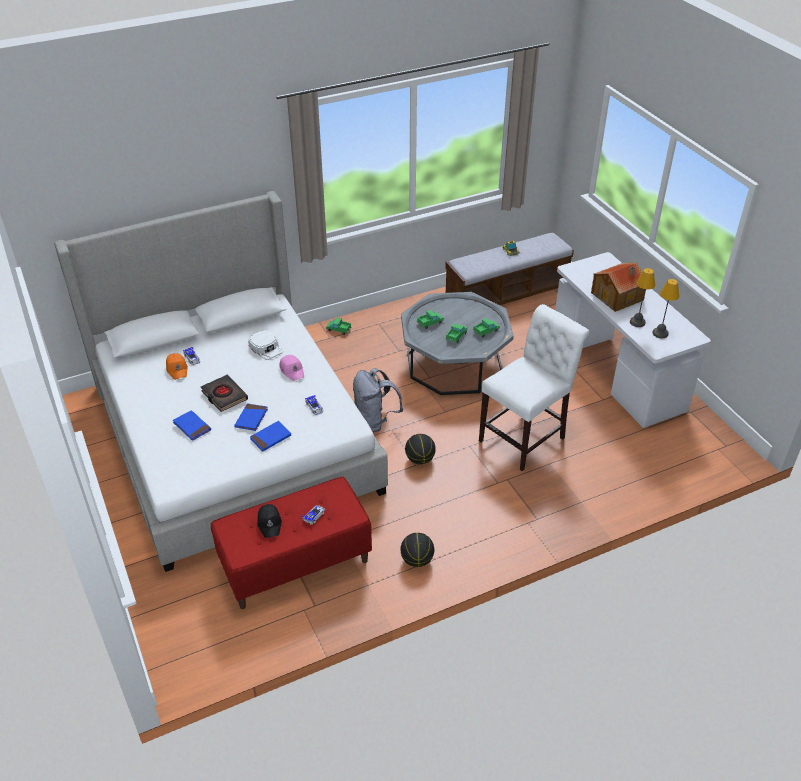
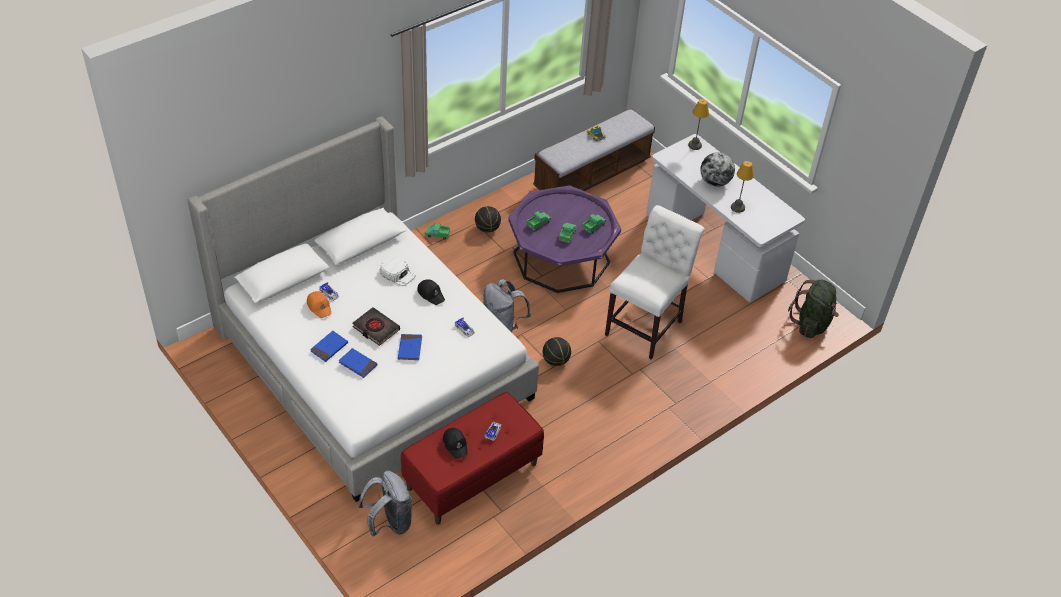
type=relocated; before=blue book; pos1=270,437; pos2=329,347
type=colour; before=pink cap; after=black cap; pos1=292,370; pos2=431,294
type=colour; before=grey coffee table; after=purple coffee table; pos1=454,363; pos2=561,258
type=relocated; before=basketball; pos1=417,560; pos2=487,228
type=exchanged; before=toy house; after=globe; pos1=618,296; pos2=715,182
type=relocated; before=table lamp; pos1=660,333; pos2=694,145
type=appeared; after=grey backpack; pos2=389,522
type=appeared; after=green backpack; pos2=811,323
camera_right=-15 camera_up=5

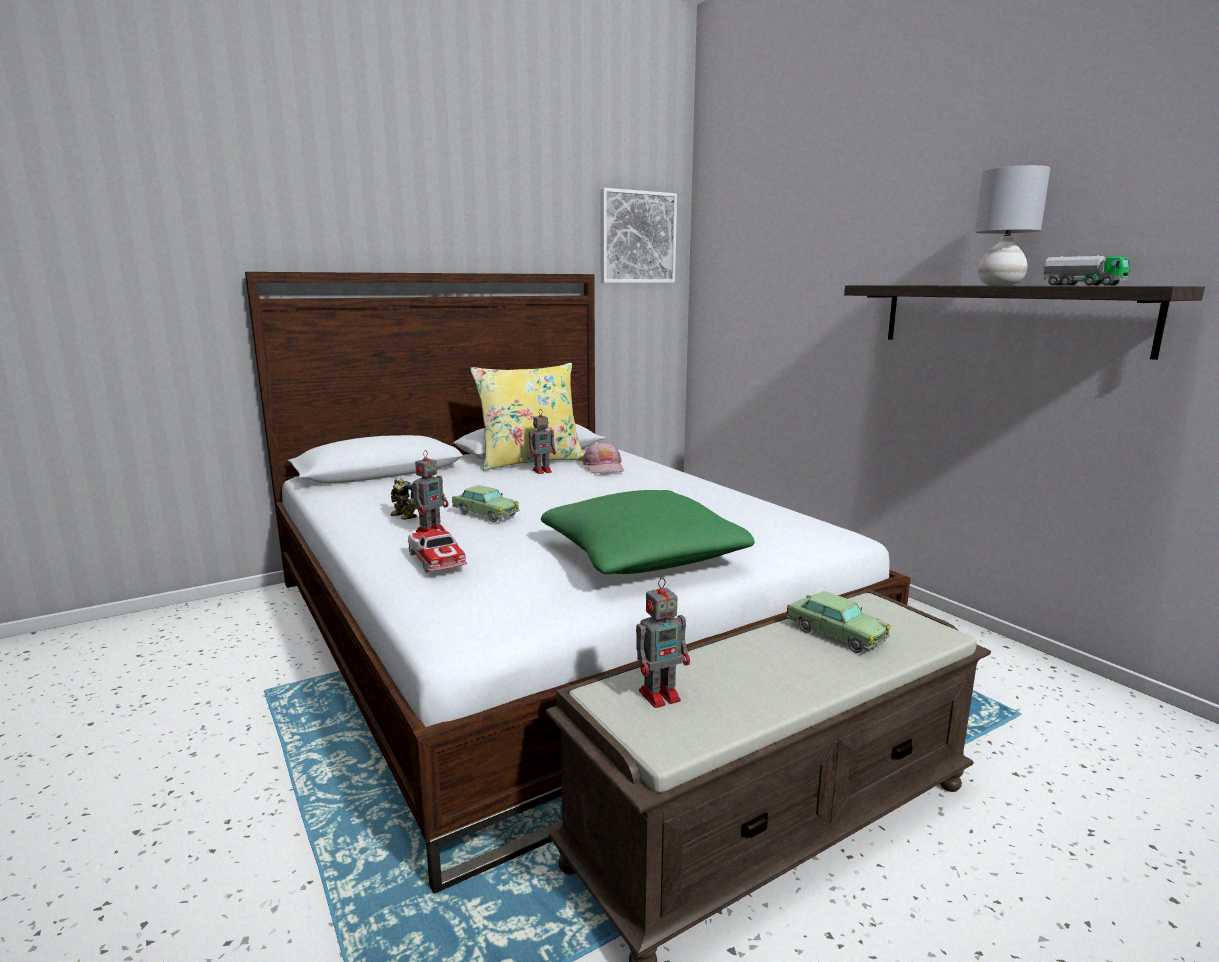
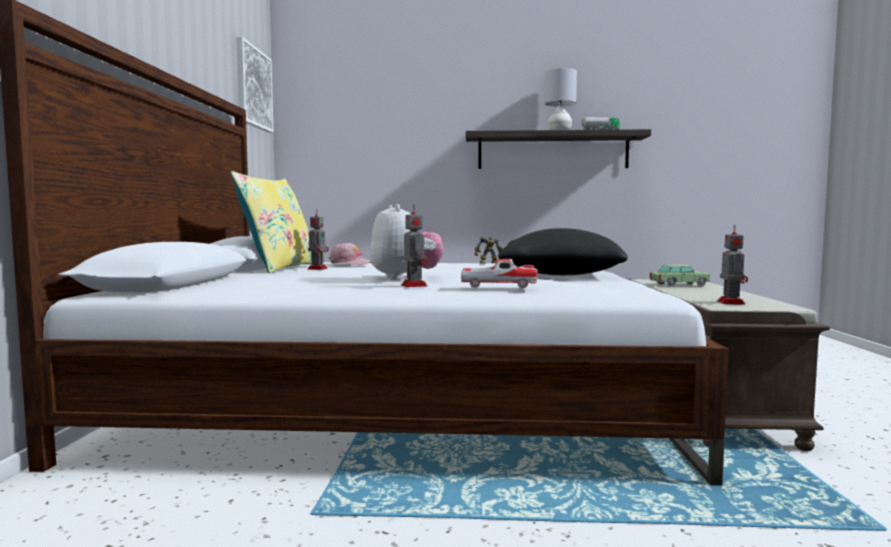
type=relocated; before=toy robot; pos1=402,517; pos2=489,263
type=exchanged; before=toy car; after=plush toy; pos1=485,514; pos2=404,277
type=colour; before=green pillow; after=black pillow; pos1=642,557; pos2=560,274
camera_right=-55 camera_up=-10

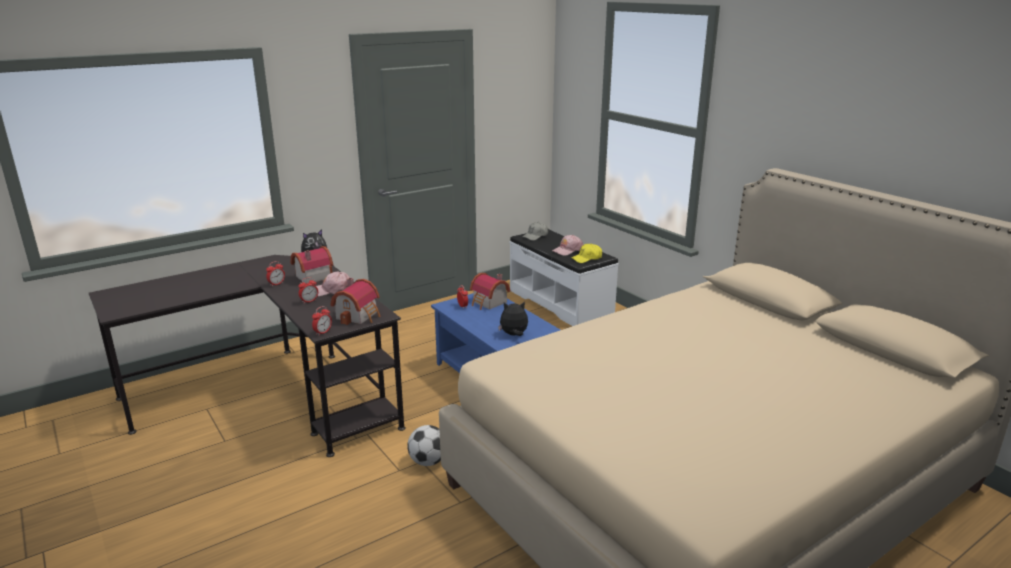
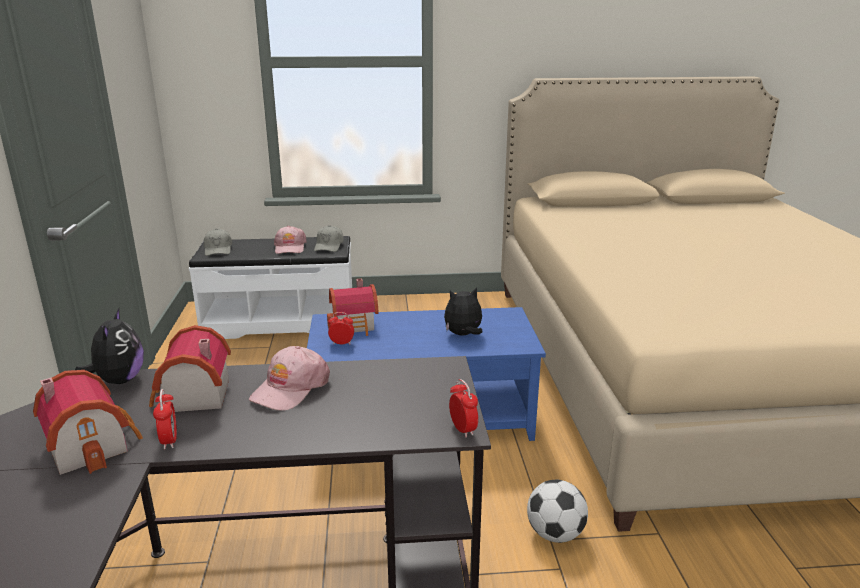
type=missing; before=alarm clock; pos1=309,301
type=relocated; before=toy house; pos1=359,315; pos2=93,444
type=spun; before=plush toy; pos1=514,335; pos2=463,335; turn=45
type=colour; before=yellow cap; after=grey cap; pos1=587,258; pos2=329,246
camera_right=-60 camera_up=0

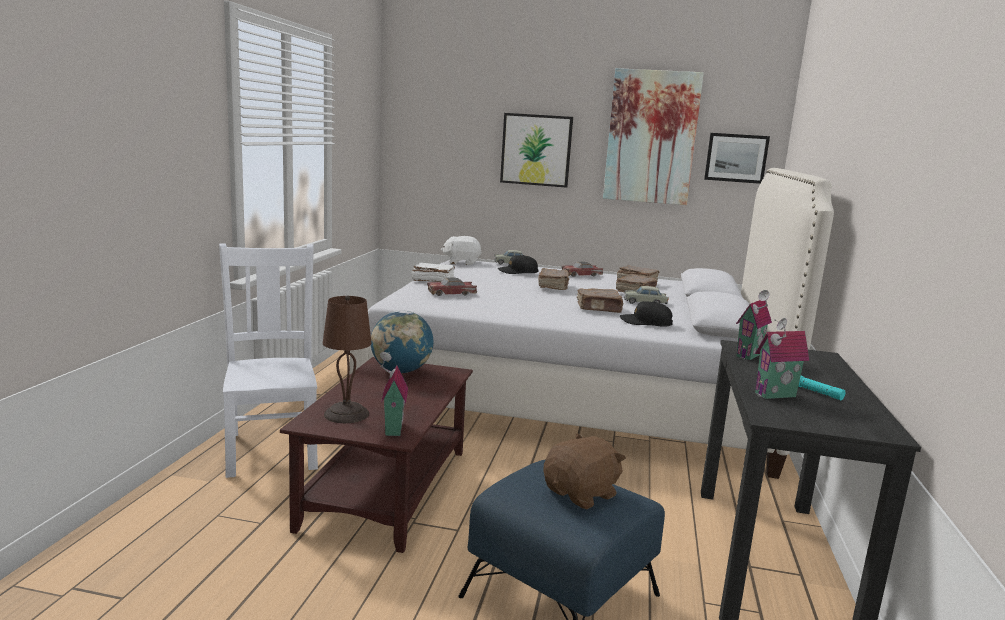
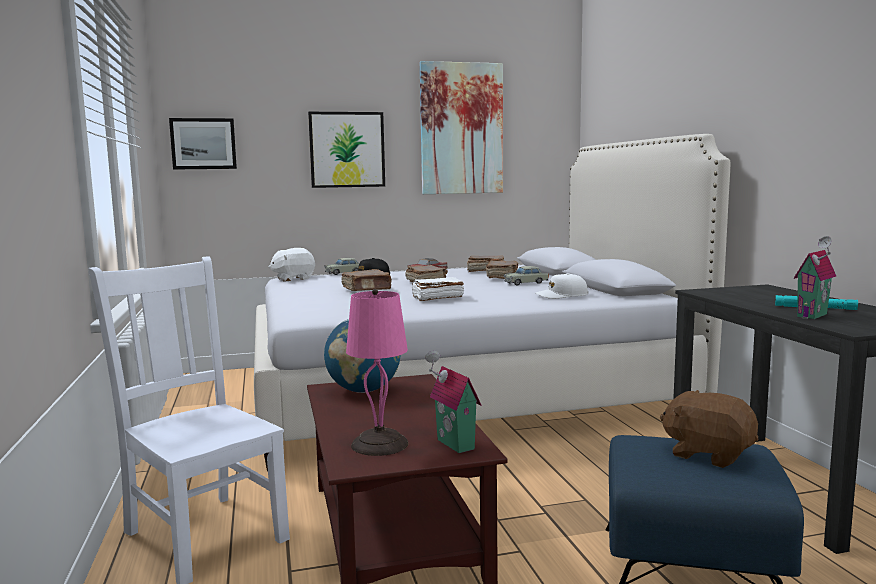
type=colour; before=brown table lamp; after=pink table lamp; pos1=347,414; pos2=380,443
type=relocated; before=white book; pos1=432,280; pos2=437,298
type=missing; before=toy car; pos1=451,293
type=spun; before=brown plush toy; pos1=581,494; pos2=708,454; turn=-75
type=relocated; before=brown book; pos1=599,309; pos2=367,289
type=colour; before=black cap; after=white cap; pos1=646,322; pos2=561,296
type=relocated; before=picture; pos1=736,158; pos2=203,144
type=missing; before=toy house; pos1=751,356
camera_right=-25 camera_up=-5

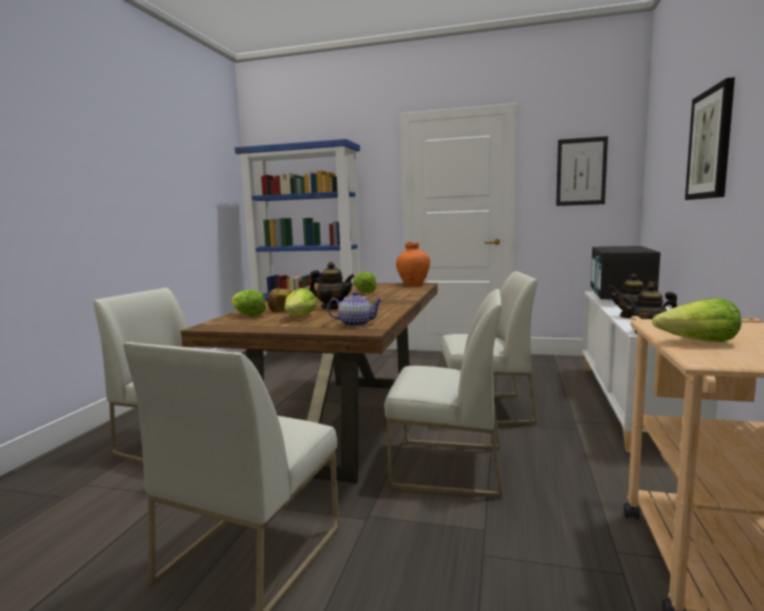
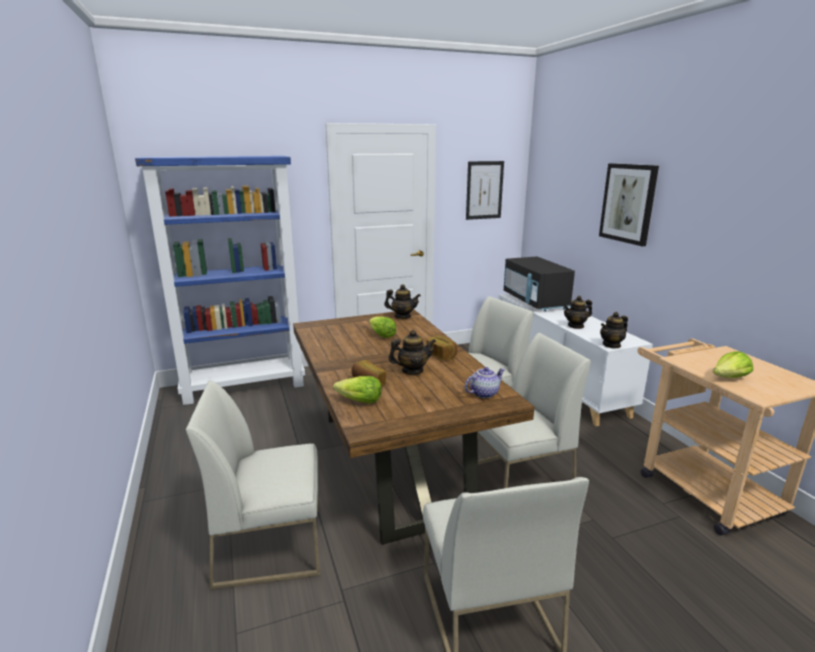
type=missing; before=lettuce; pos1=300,317
type=exchanged; before=orange vase; after=teapot; pos1=413,285; pos2=402,316
type=appeared; after=bread; pos2=442,355
camera_right=-35 camera_up=10

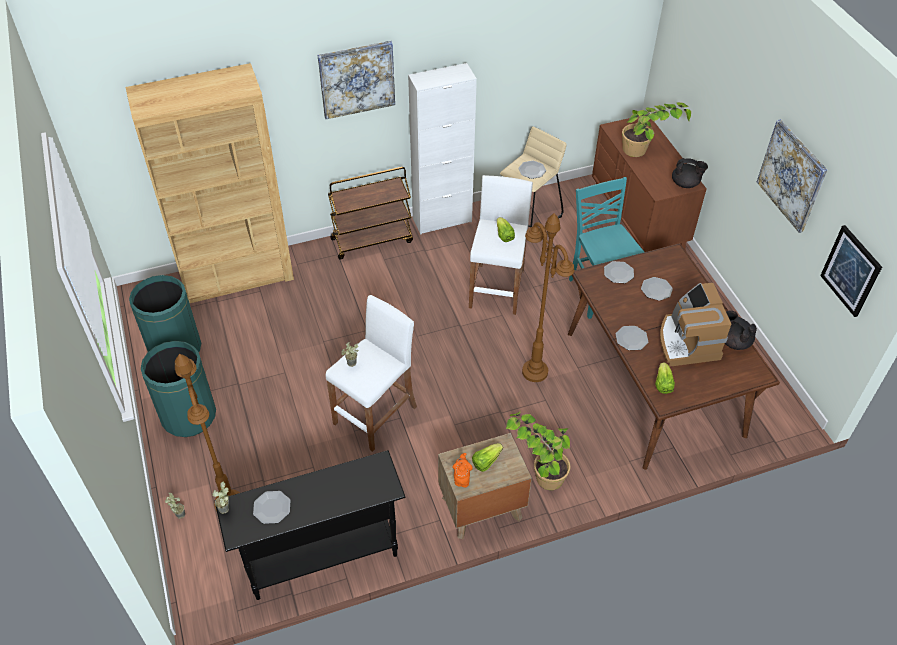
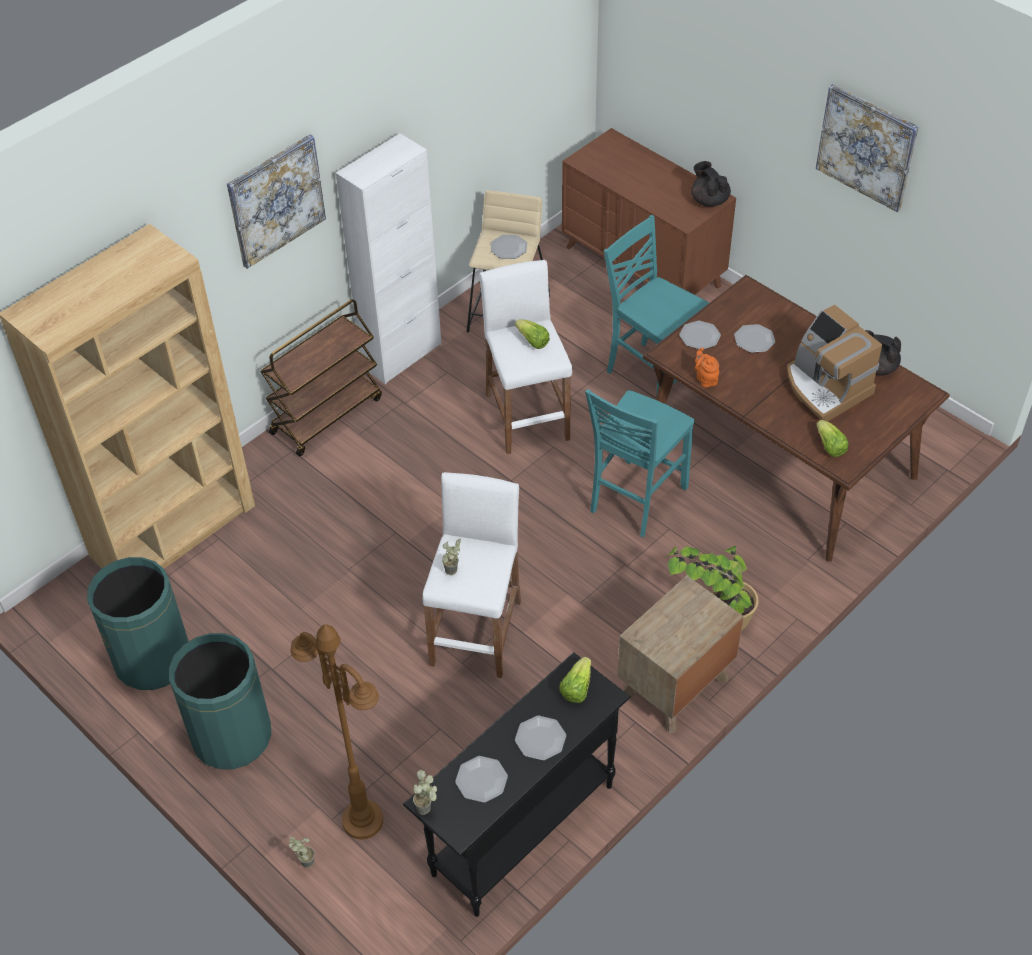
type=relocated; before=orange teapot; pos1=462,478; pos2=705,379
type=relocated; before=lettuce; pos1=486,461; pos2=576,688
type=exchanged; before=brown floor lamp; after=turquoise chair; pos1=534,371; pos2=635,500
type=relocated; before=plate; pos1=631,338; pos2=540,739
type=missing; before=potted plant; pos1=646,152
type=spun; before=black teapot; pos1=685,183; pos2=709,200; turn=-105
type=missing; before=picture; pos1=851,271
camera_right=-25 camera_up=0

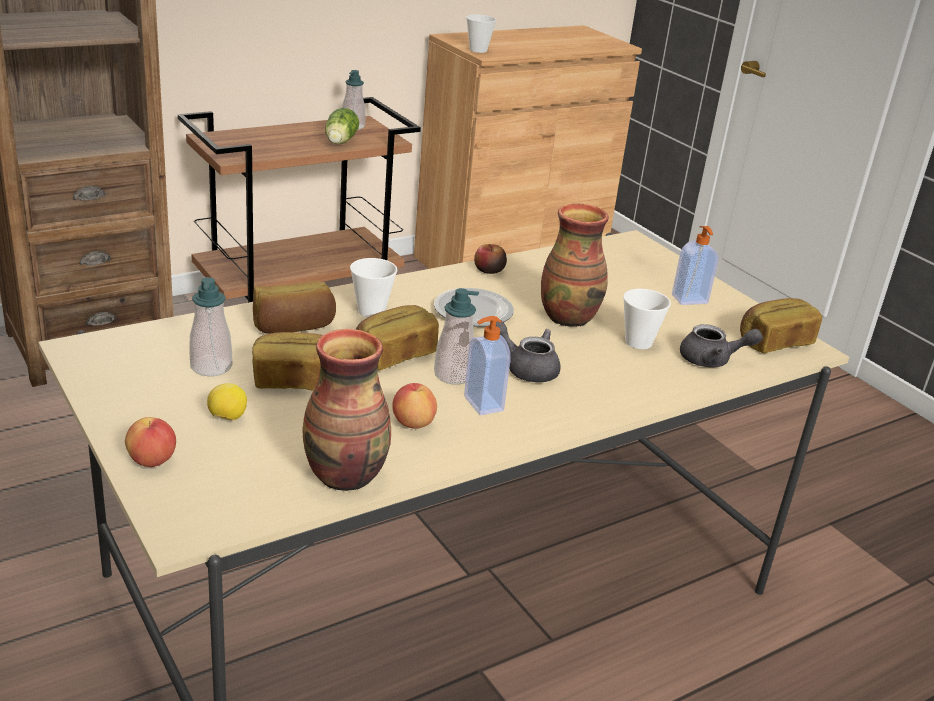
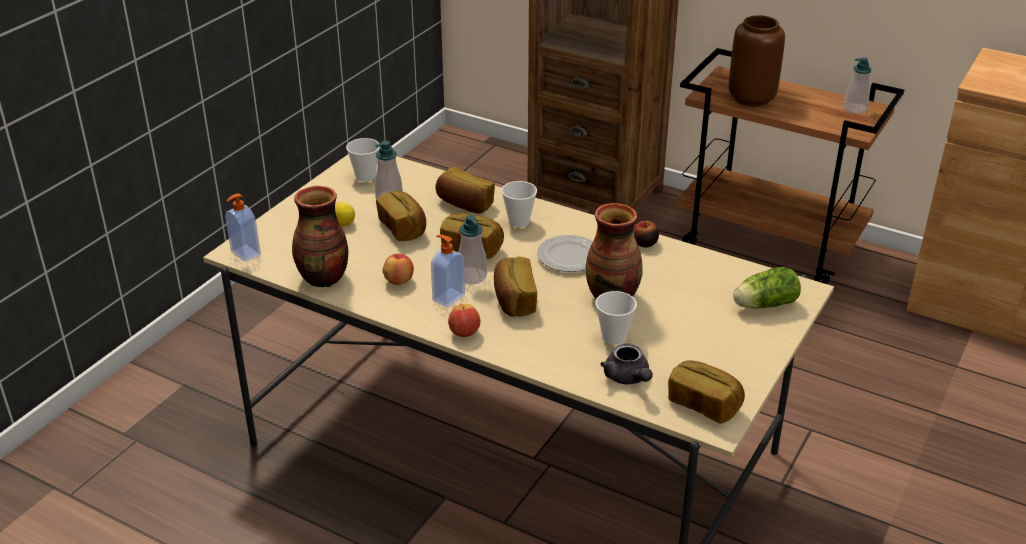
type=relocated; before=apple; pos1=152,461; pos2=464,333
type=relocated; before=lettuce; pos1=339,142; pos2=763,305
type=relocated; before=cup; pos1=478,50; pos2=365,176
type=exchanged; before=grey teapot; after=bread; pos1=526,368; pos2=514,300
type=relocated; before=soap dispenser; pos1=690,300; pos2=245,254
type=appeared; after=brown vase; pos2=750,98
camera_right=65 camera_up=5

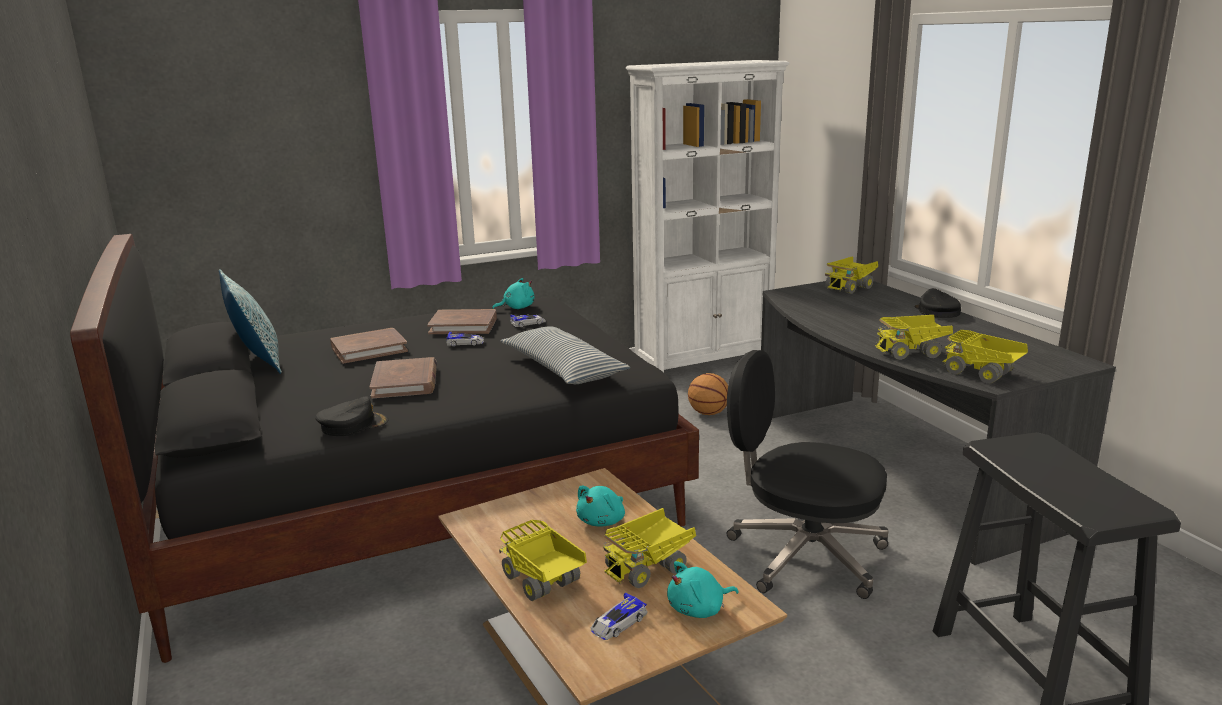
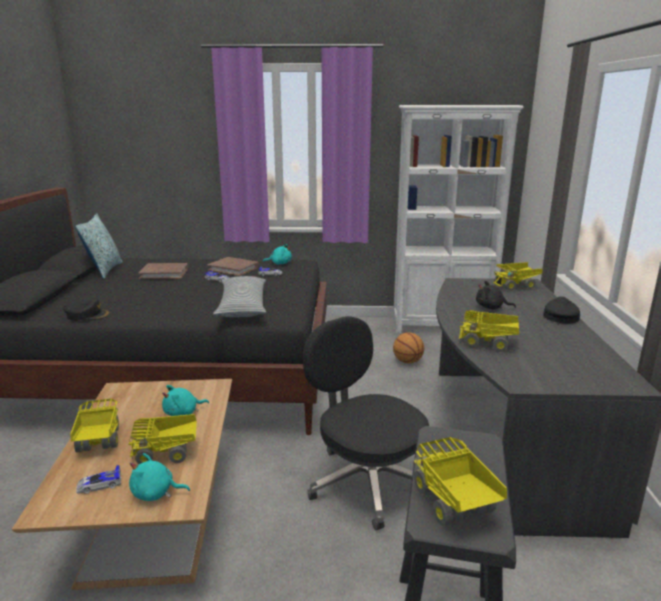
type=missing; before=brown book; pos1=405,382
type=relocated; before=toy truck; pos1=982,374; pos2=453,504
type=appeared; after=black plush toy; pos2=491,308
camera_right=25 camera_up=0

